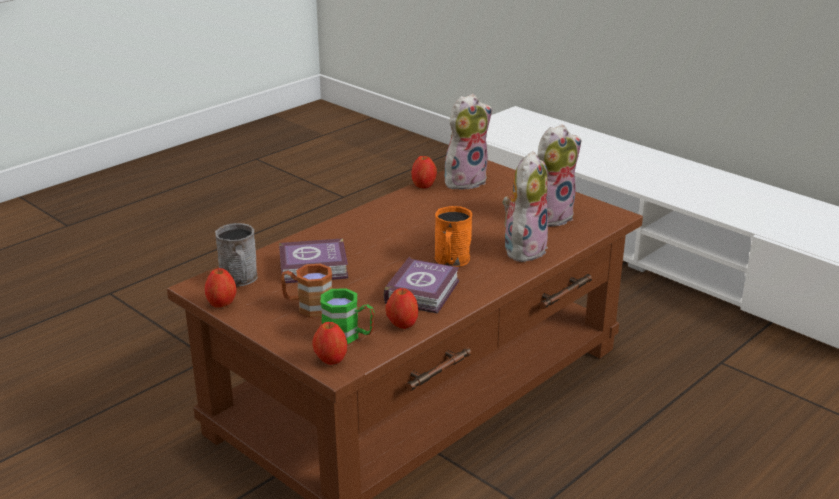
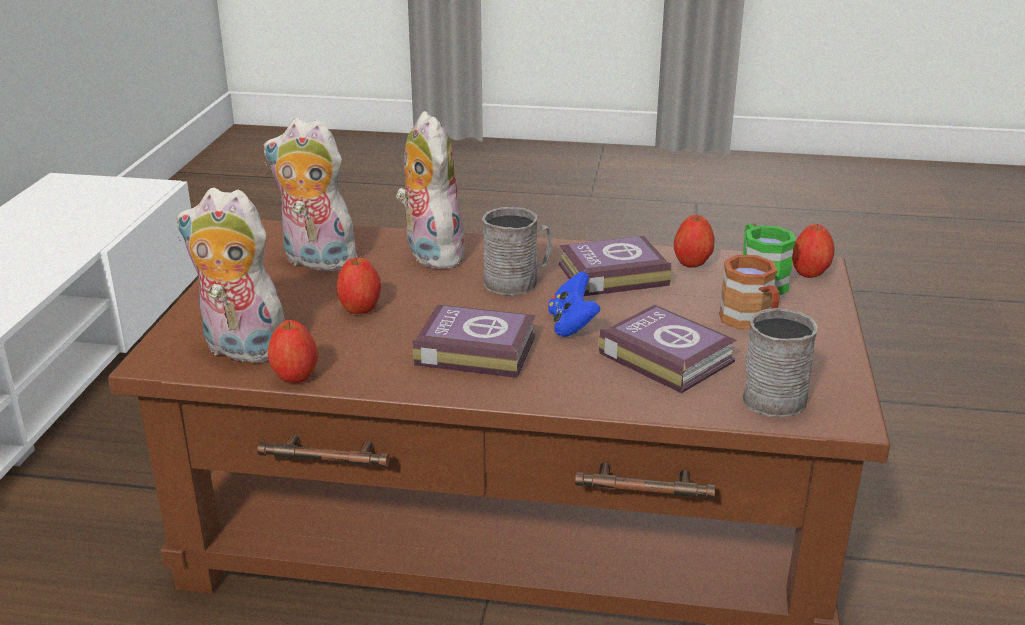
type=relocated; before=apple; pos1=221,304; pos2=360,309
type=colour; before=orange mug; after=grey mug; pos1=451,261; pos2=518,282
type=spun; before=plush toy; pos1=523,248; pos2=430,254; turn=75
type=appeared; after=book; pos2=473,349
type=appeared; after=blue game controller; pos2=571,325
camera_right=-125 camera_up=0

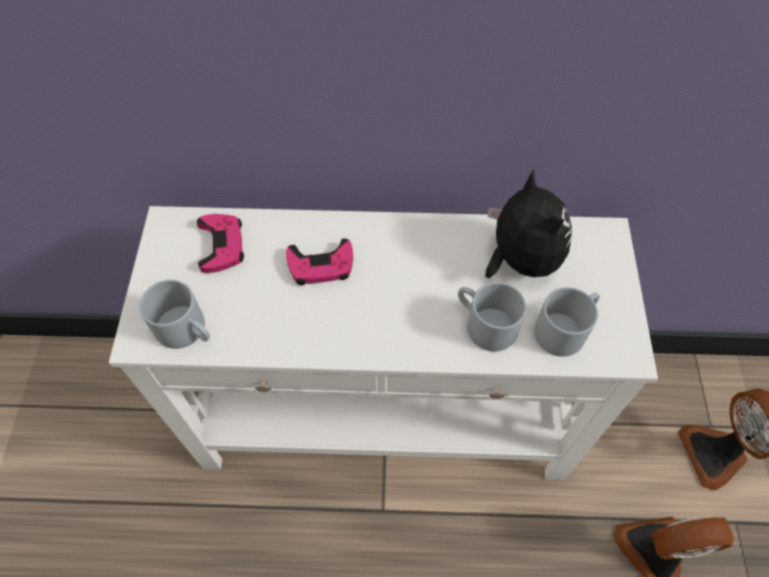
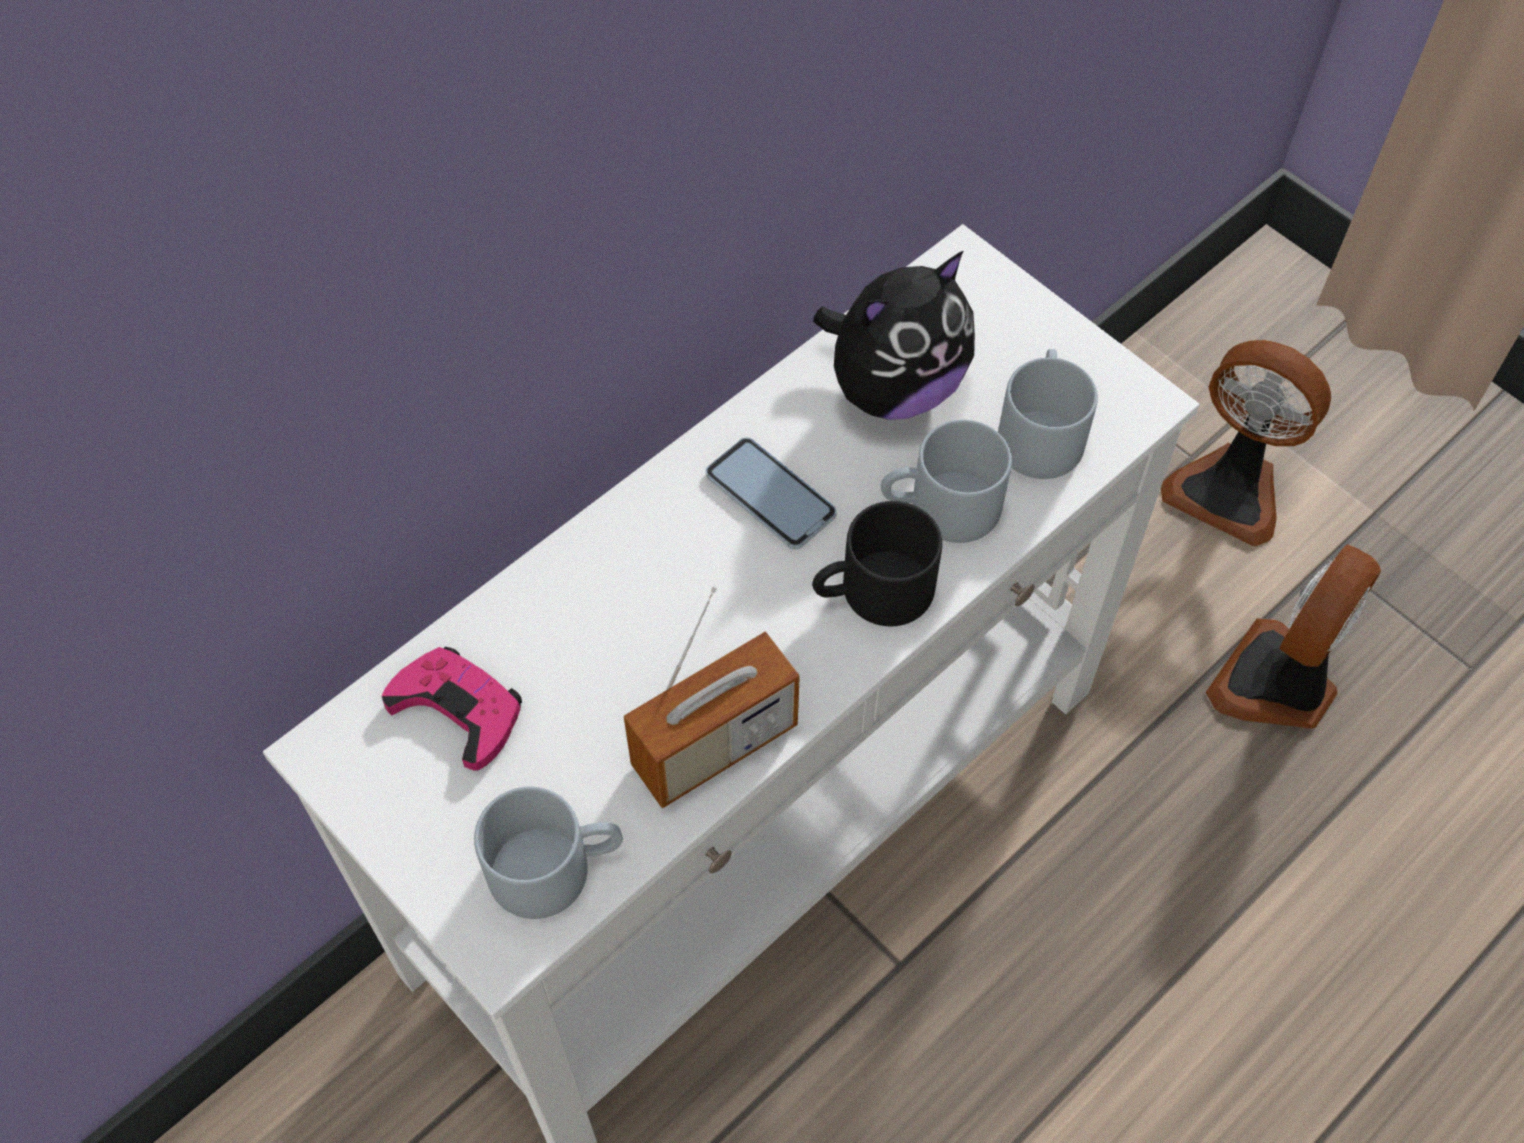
type=missing; before=pink game controller; pos1=321,266
type=spun; before=plush toy; pos1=519,260; pos2=893,387; turn=120
type=appeared; after=radio; pos2=715,746
type=appeared; after=phone; pos2=770,495
type=appeared; after=black mug; pos2=873,593
camera_right=-45 camera_up=0

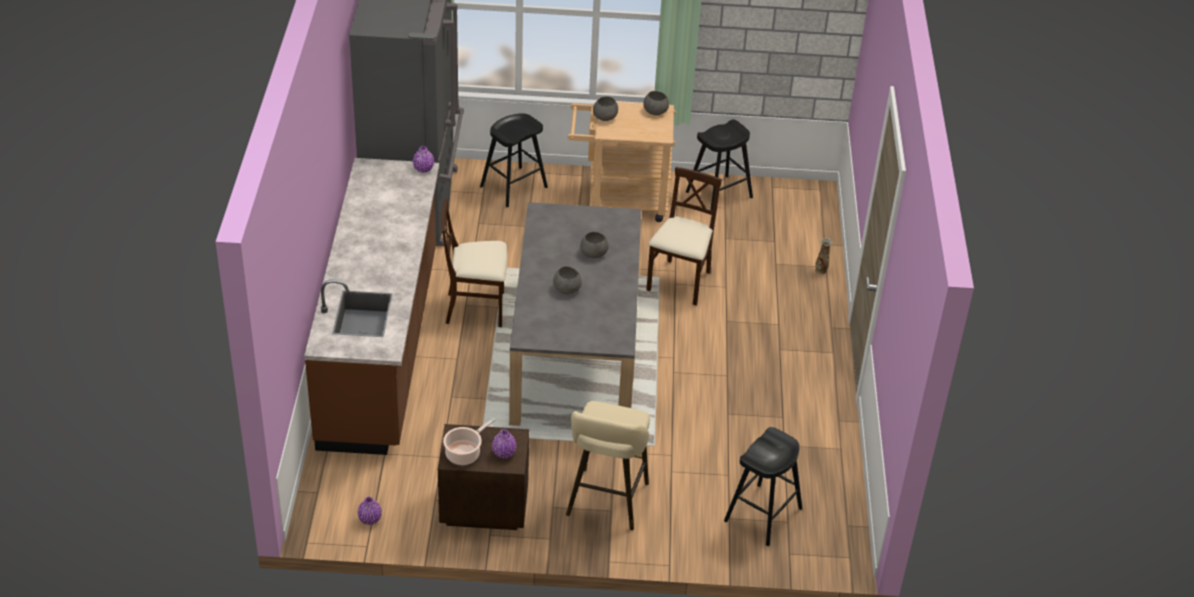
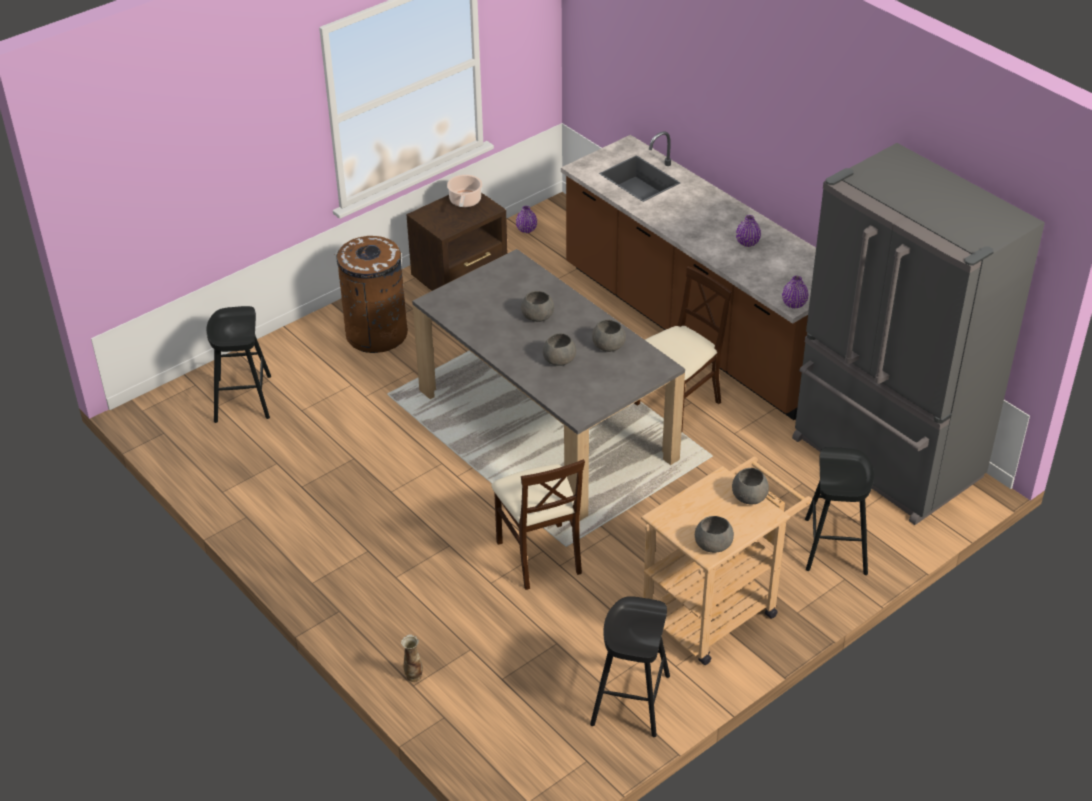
type=relocated; before=purple vase; pos1=504,453; pos2=747,243
type=exchanged; before=beige stool; after=brown trash can; pos1=606,503; pos2=376,334
type=appeared; after=grey bowl; pos2=608,345
camera_right=140 camera_up=0

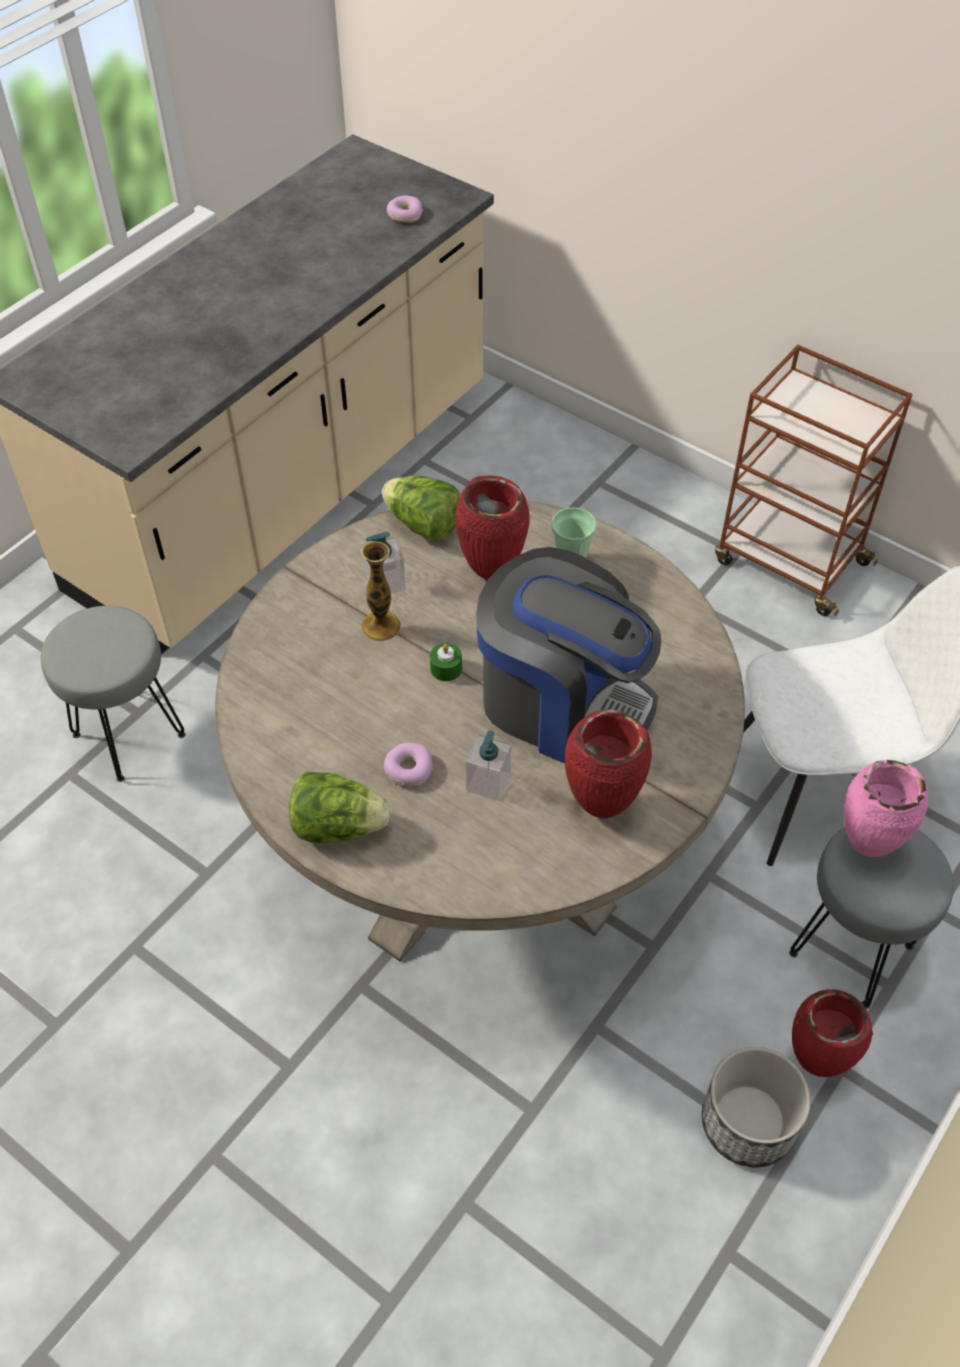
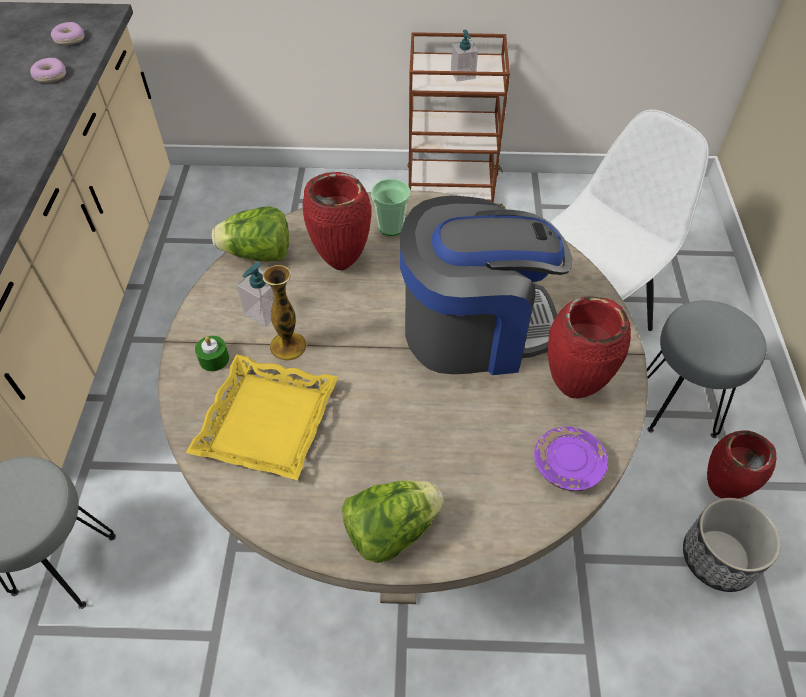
type=relocated; before=donut; pos1=408,769; pos2=50,76
type=relocated; before=green candle; pos1=446,668; pos2=214,359
type=relocated; before=soap dispenser; pos1=488,782; pos2=463,75
type=missing; before=pink vase; pos1=865,846
type=appeared; after=yellow tray; pos2=268,422
type=appeared; after=purple plate; pos2=567,465
camera_right=-35 camera_up=0

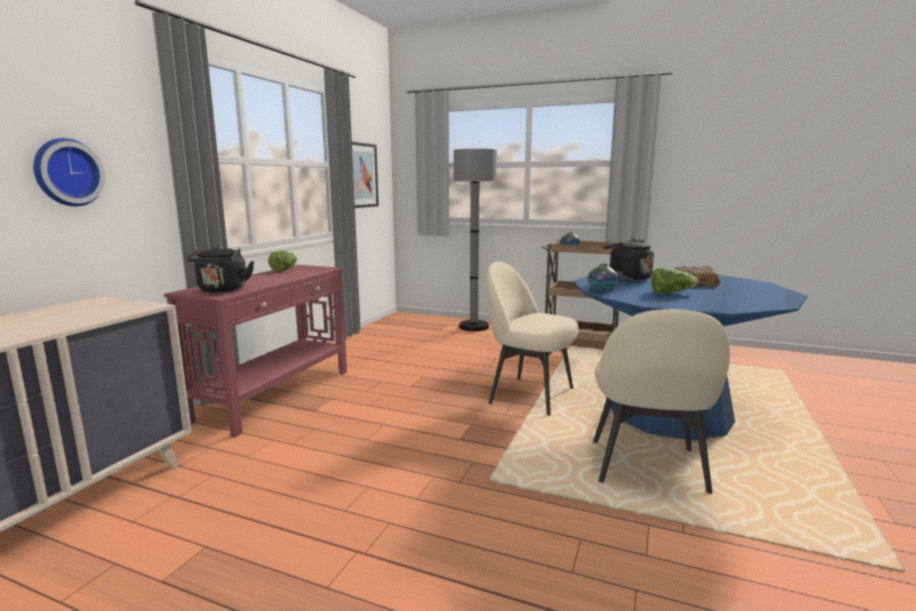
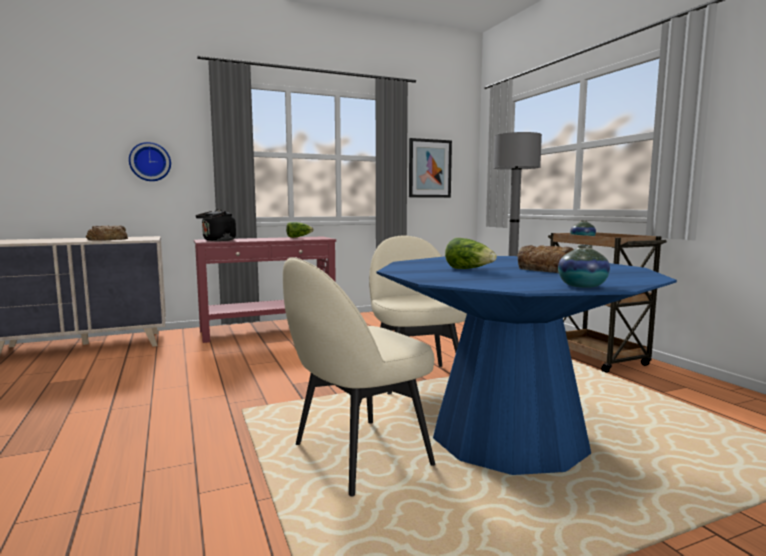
type=relocated; before=vase; pos1=602,289; pos2=582,286
type=missing; before=black kettle; pos1=626,278
type=appeared; after=bread; pos2=108,239
camera_right=45 camera_up=-5

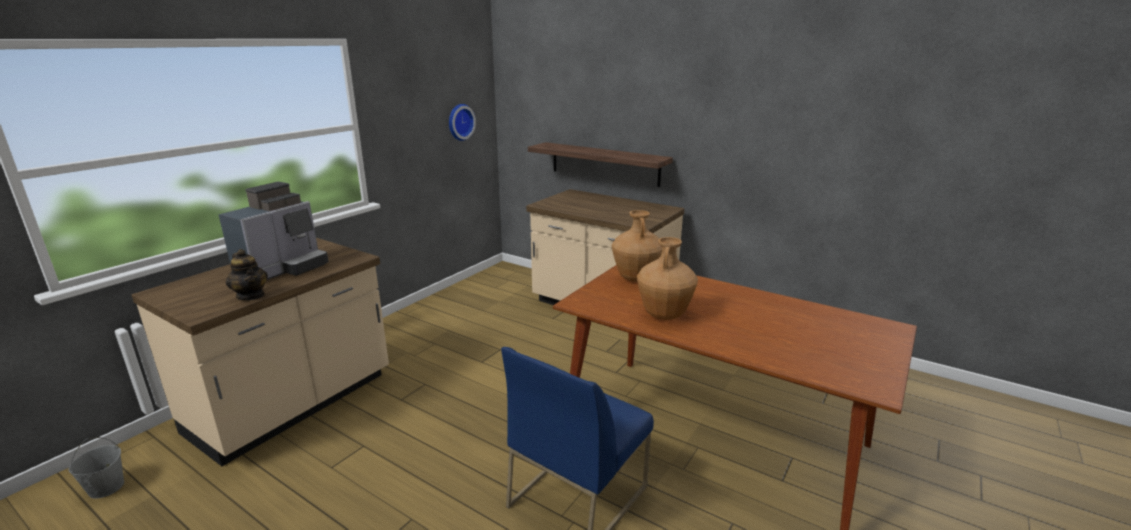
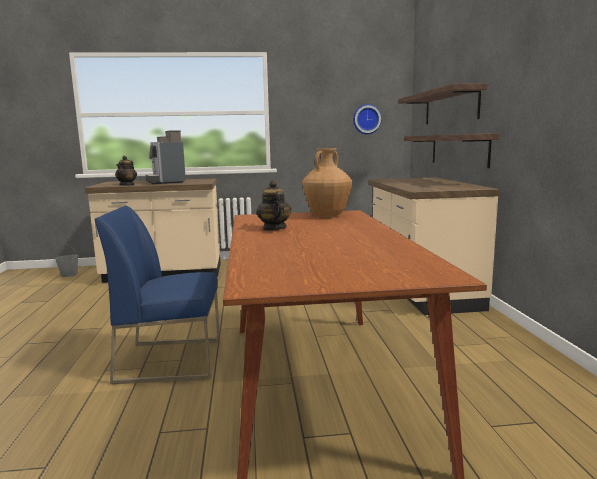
type=spun; before=coffee machine; pos1=284,268; pos2=166,182; turn=75
type=exchanged; before=brown vase; after=teapot; pos1=664,315; pos2=274,228
type=appeared; after=shelf; pos2=450,107
camera_right=50 camera_up=-10

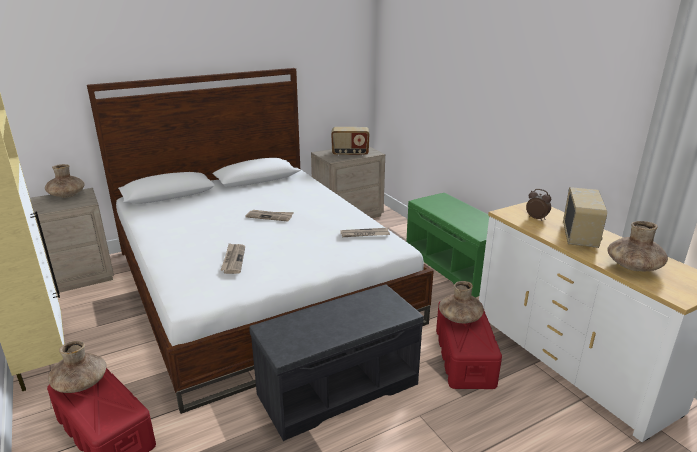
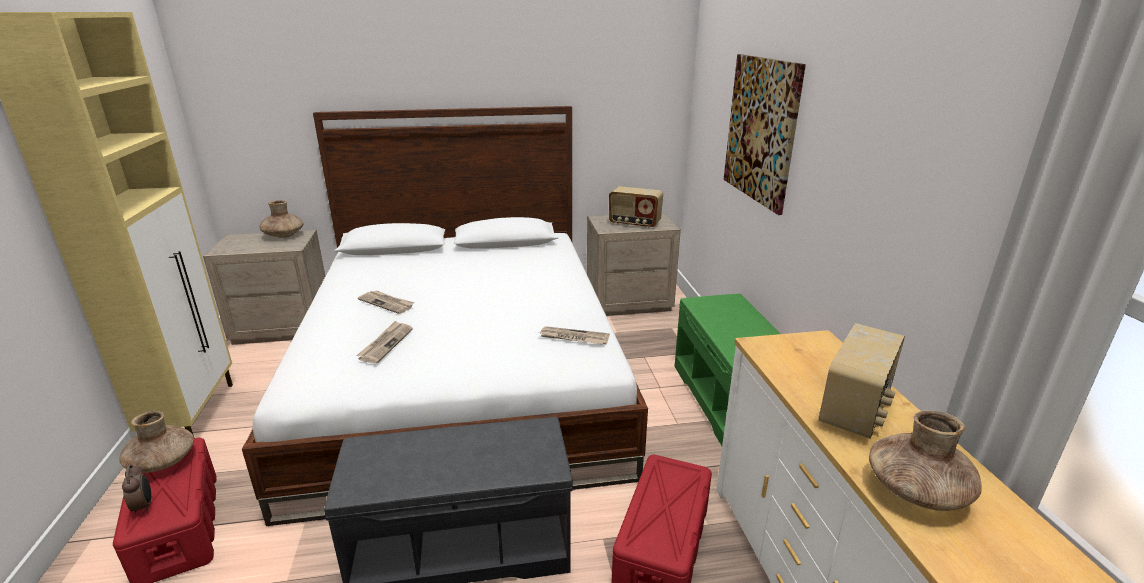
type=relocated; before=newspaper; pos1=270,216; pos2=387,303
type=missing; before=brown vase; pos1=459,318
type=relocated; before=alarm clock; pos1=536,218; pos2=144,506
type=appeared; after=picture; pos2=761,130
camera_right=20 camera_up=0

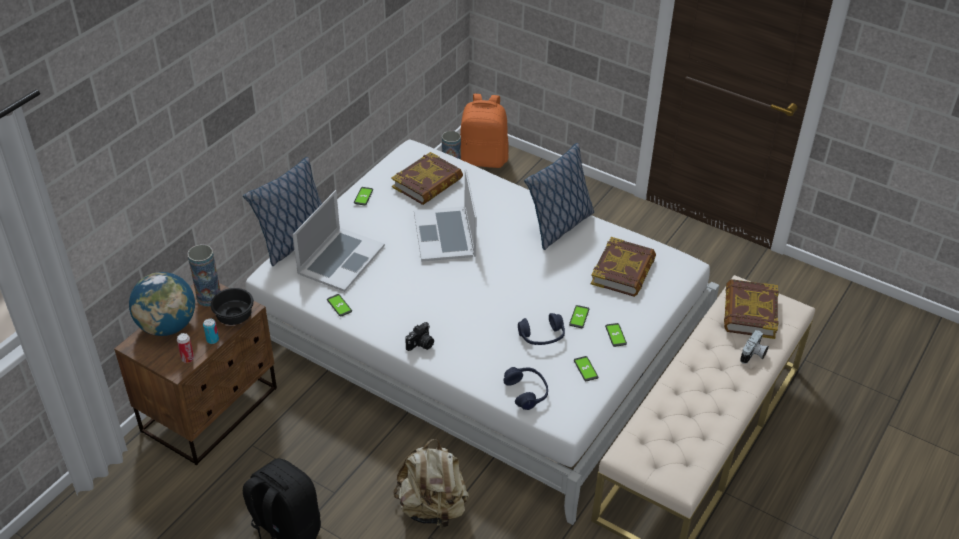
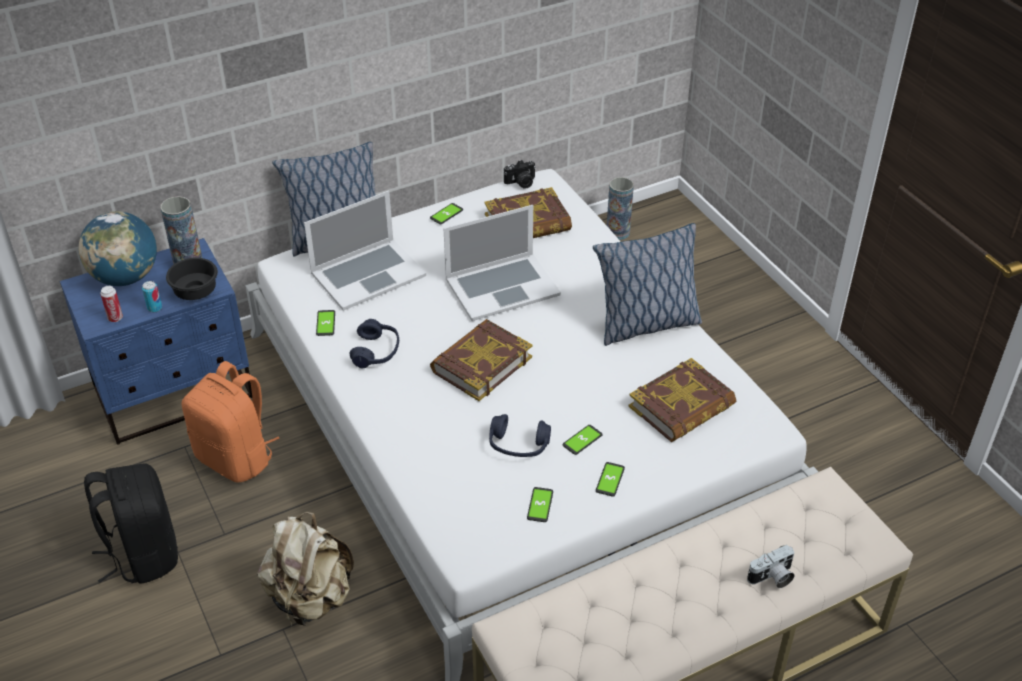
type=colour; before=brown nightstand; after=blue nightstand; pos1=211,410; pos2=175,393
type=relocated; before=photo camera; pos1=421,344; pos2=521,183
type=spun; before=laptop; pos1=445,234; pos2=502,286; turn=-135
type=relocated; before=orange backpack; pos1=483,159; pos2=236,458
type=relocated; before=blue headphones; pos1=526,392; pos2=376,352
type=relocated; before=book; pos1=749,313; pos2=481,364
camera_right=30 camera_up=0

